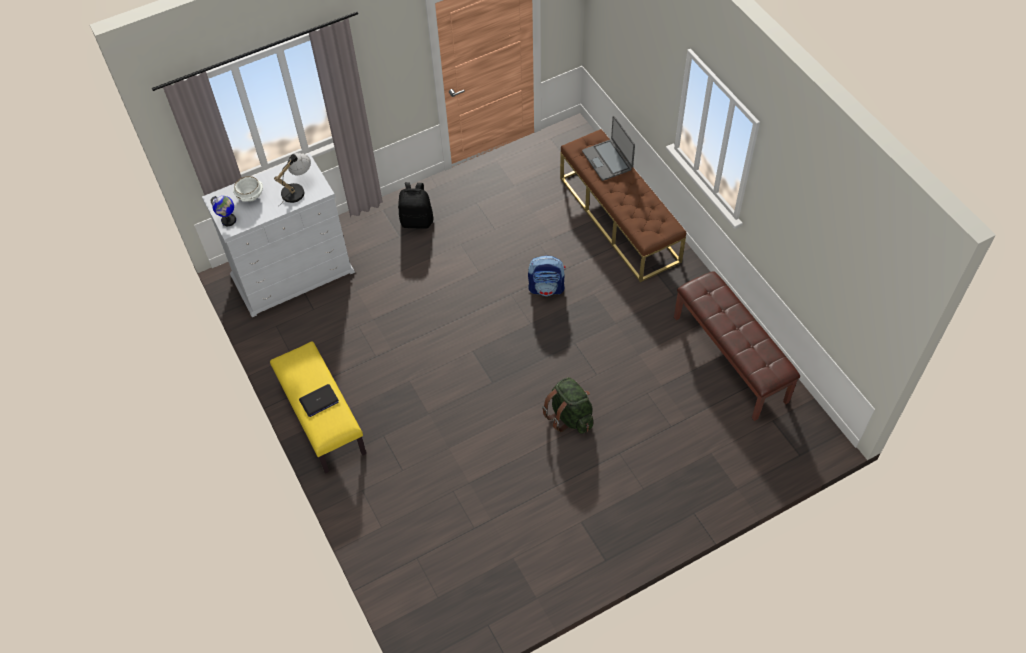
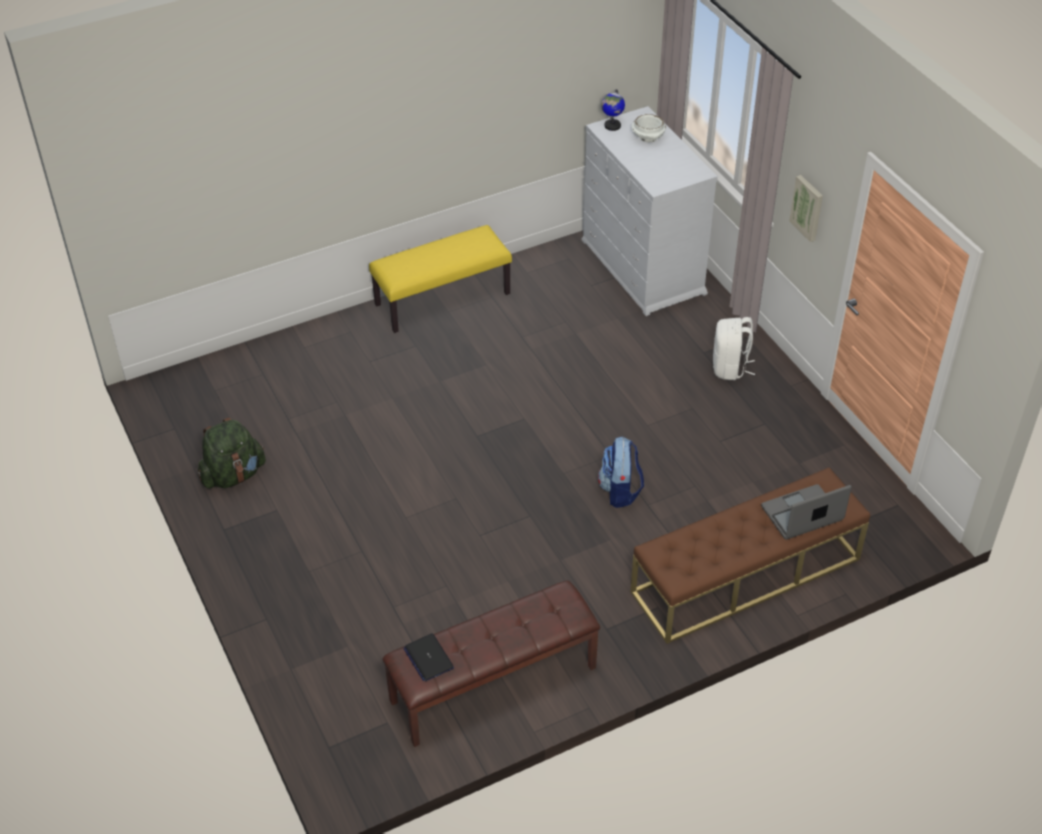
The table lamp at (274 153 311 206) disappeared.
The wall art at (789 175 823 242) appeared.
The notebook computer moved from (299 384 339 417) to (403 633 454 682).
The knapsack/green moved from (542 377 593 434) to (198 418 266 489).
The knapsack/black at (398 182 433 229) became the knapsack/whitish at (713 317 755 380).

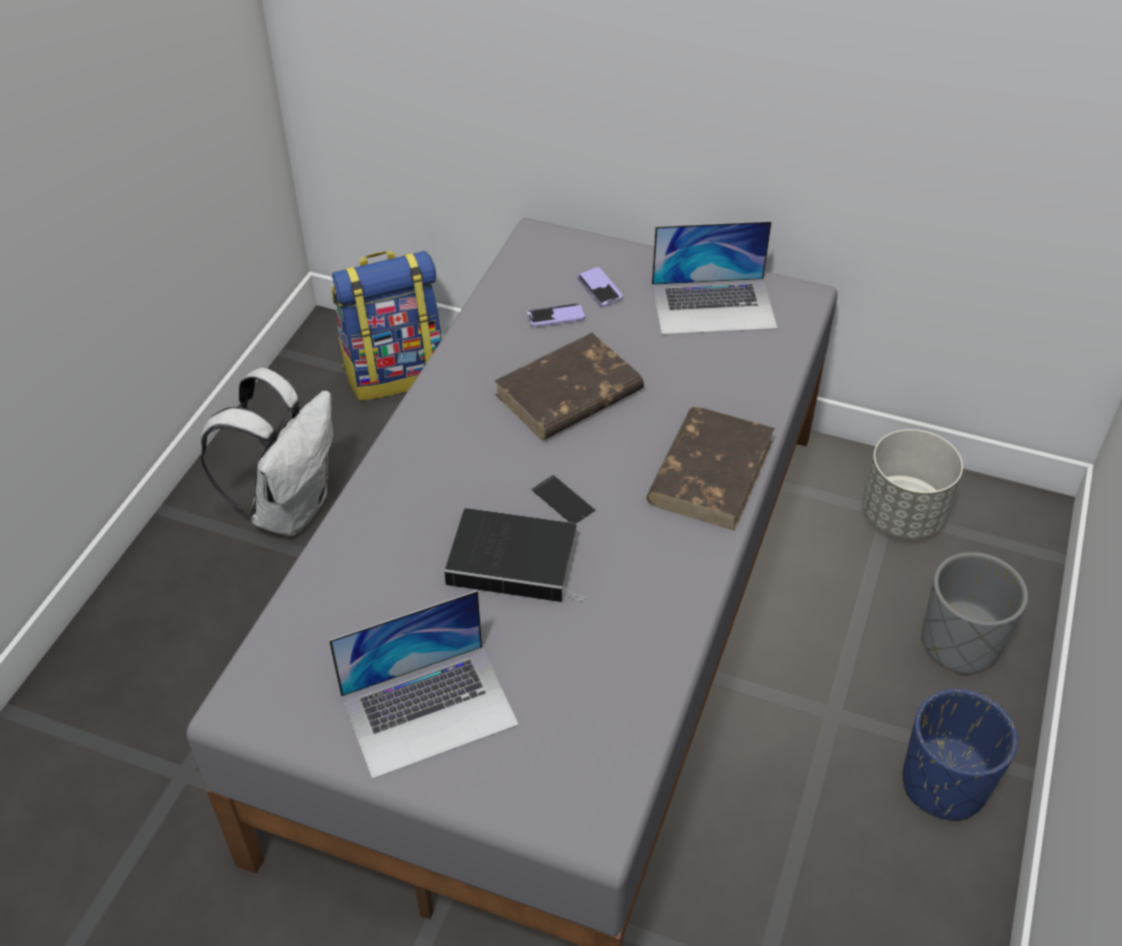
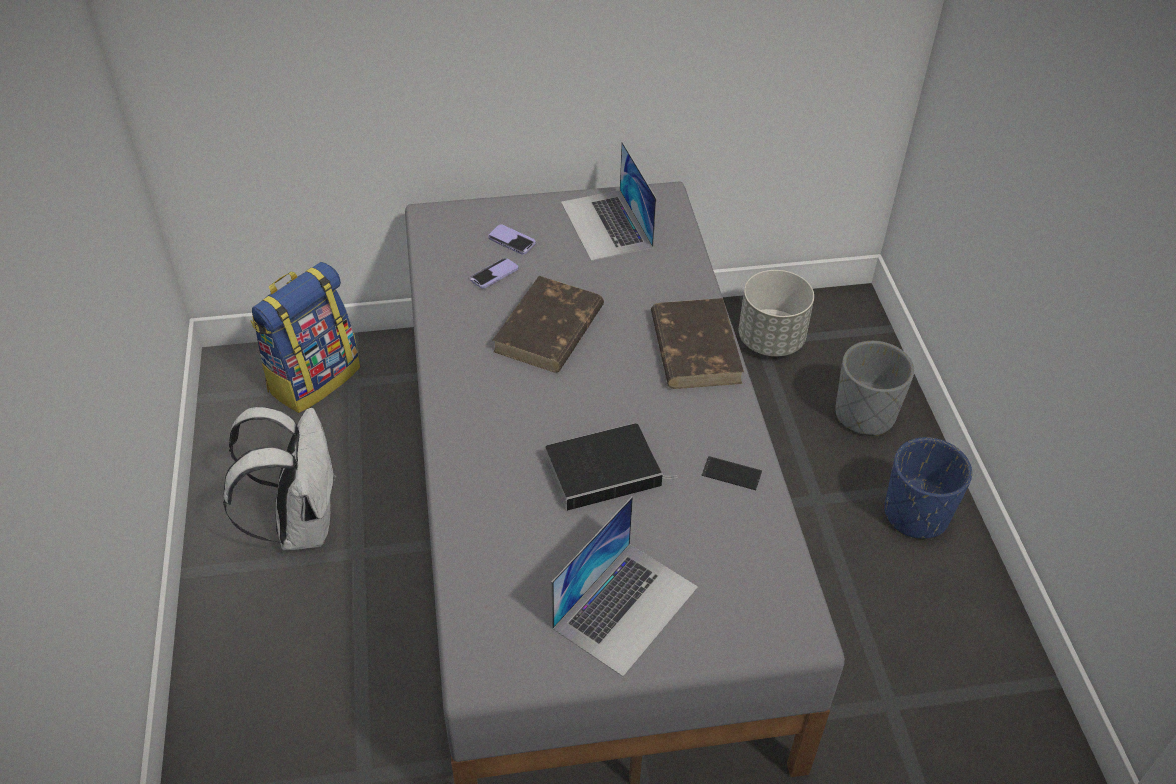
The telephone moved from (531 475 595 524) to (701 456 762 490).
The notebook computer at (652 221 777 335) turned 105 degrees clockwise.

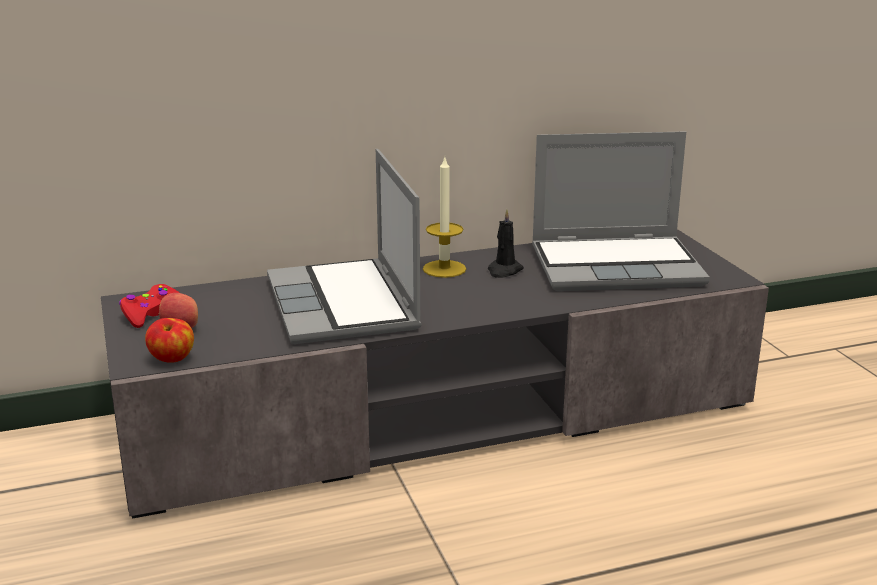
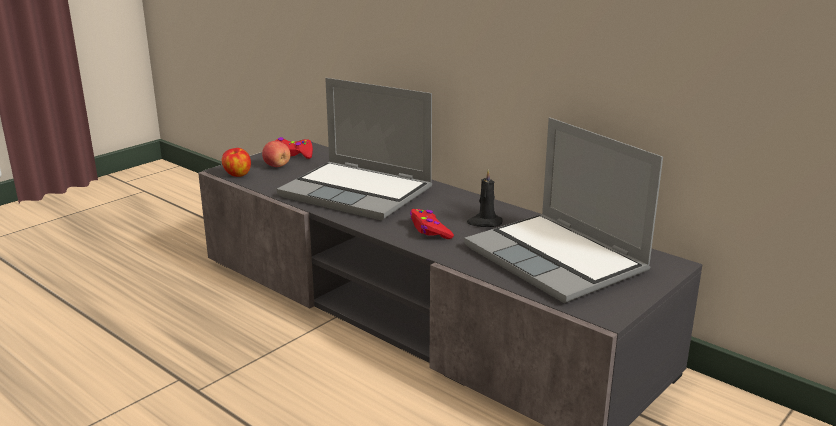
The wax light at (423 158 466 278) disappeared.
The gamepad/red-coloured at (410 209 454 239) appeared.
The notebook computer at (267 149 421 344) turned 105 degrees counterclockwise.

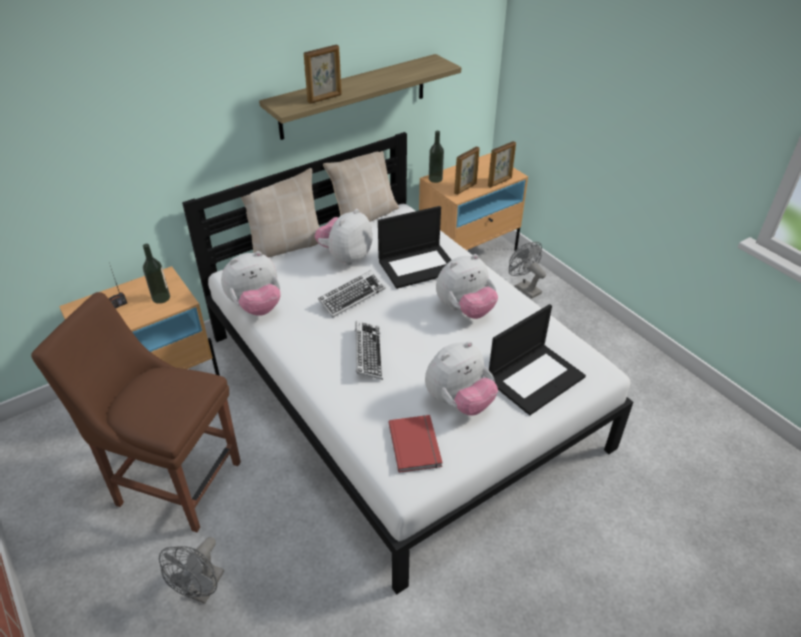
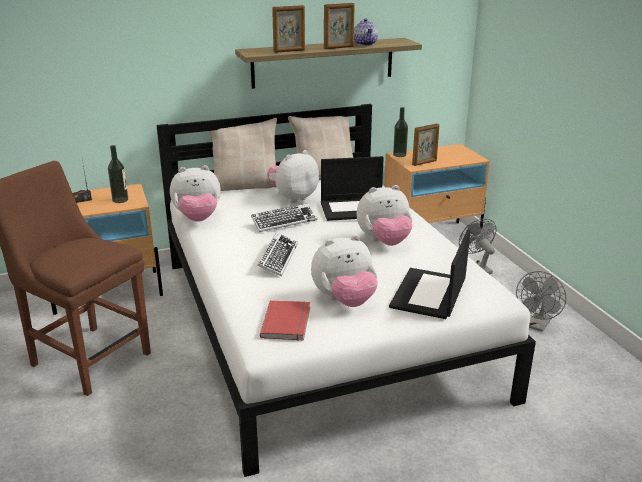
The pot for tea at (354 19 378 46) appeared.
The electric fan/gray moved from (159 537 224 604) to (516 271 566 332).
The photo frame moved from (488 141 516 188) to (324 3 355 49).
The notebook computer at (489 304 586 415) turned 135 degrees clockwise.

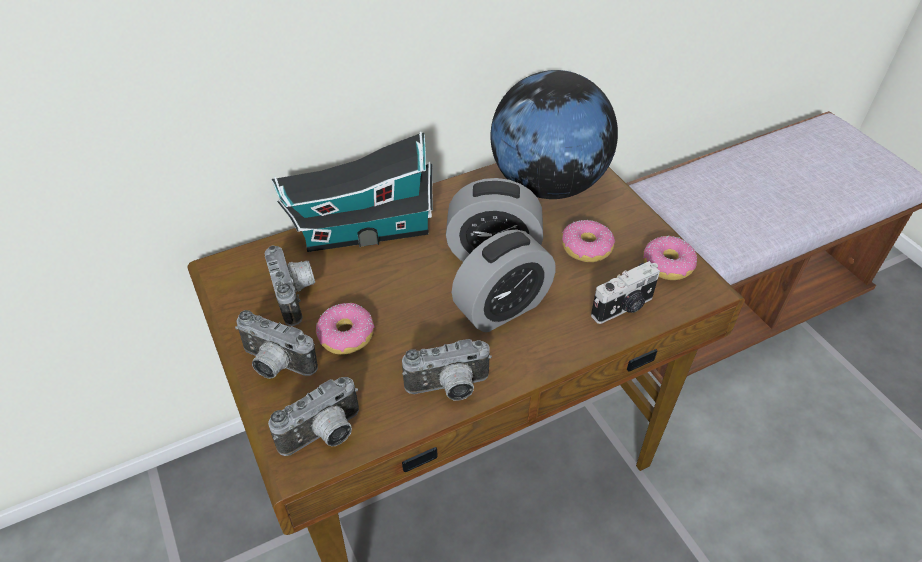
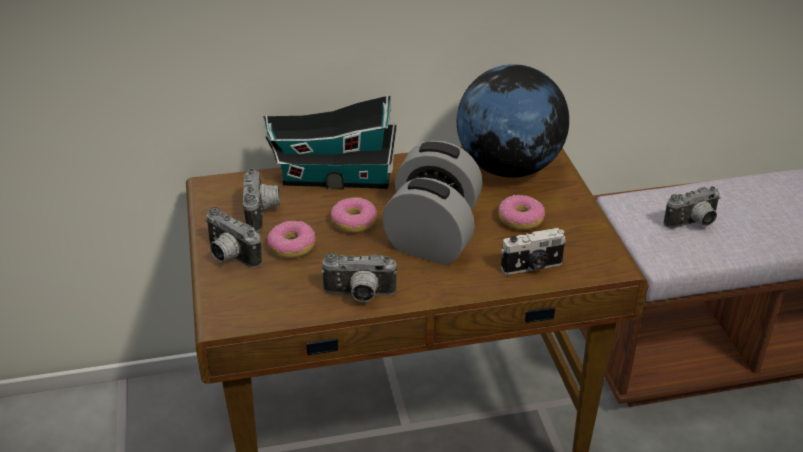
The photo camera moved from (268 377 359 456) to (663 186 721 229).
The ring doughnut moved from (643 236 697 280) to (331 197 377 233).
The bedside clock at (452 229 555 332) turned 135 degrees counterclockwise.

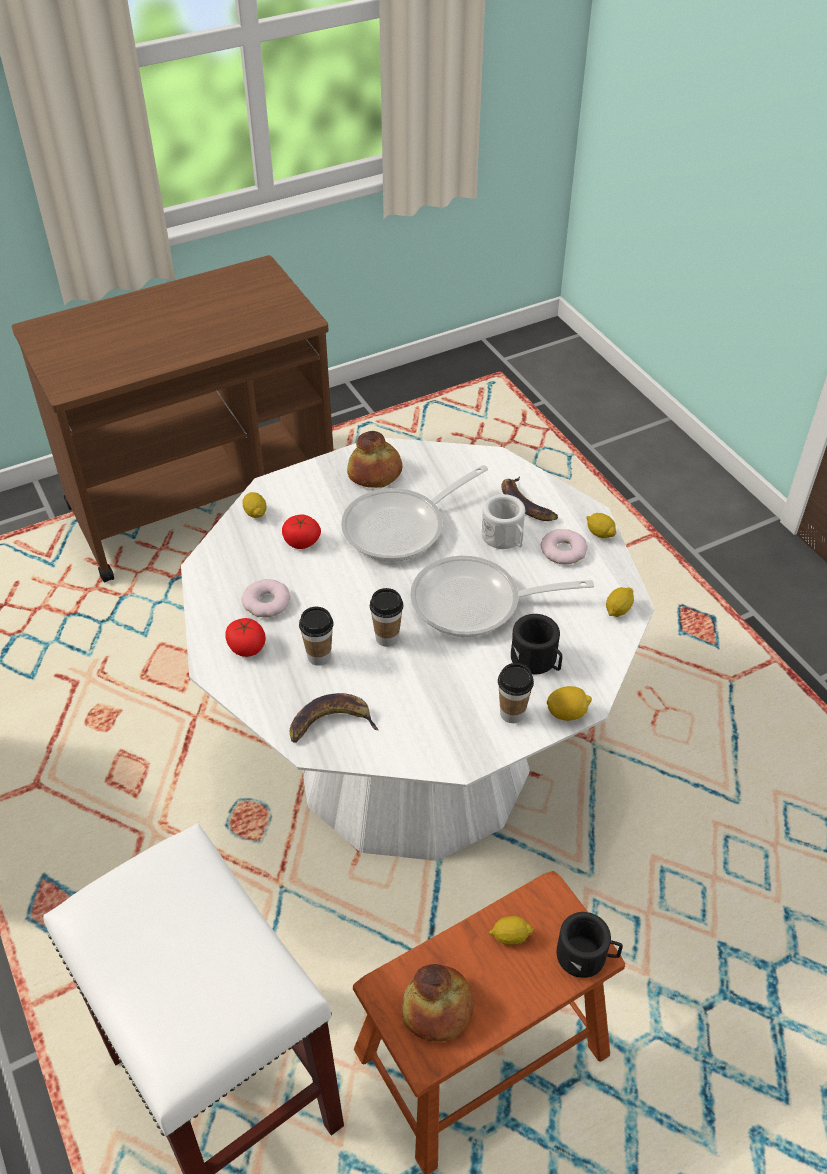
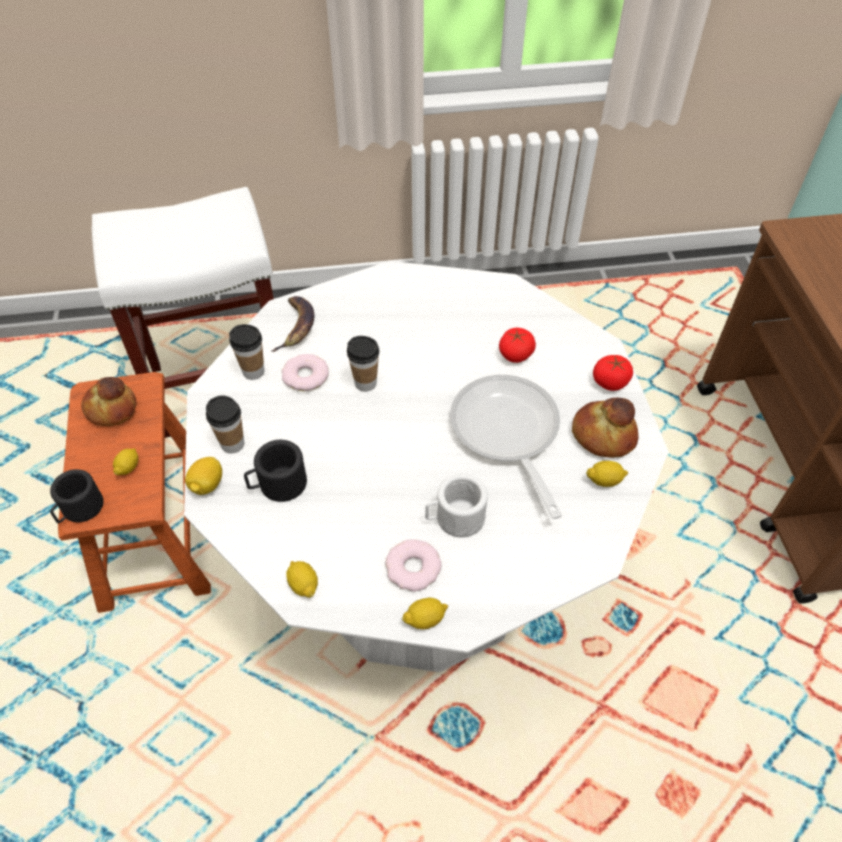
The skillet at (410 556 594 637) disappeared.
The banana at (501 476 558 521) disappeared.
The fresh tomato moved from (225 618 266 657) to (593 355 633 391).
The ring doughnut moved from (241 579 290 617) to (282 354 329 391).
The whole lemon moved from (242 492 266 518) to (586 461 628 487).
The small cup moved from (299 607 333 666) to (229 324 265 380).

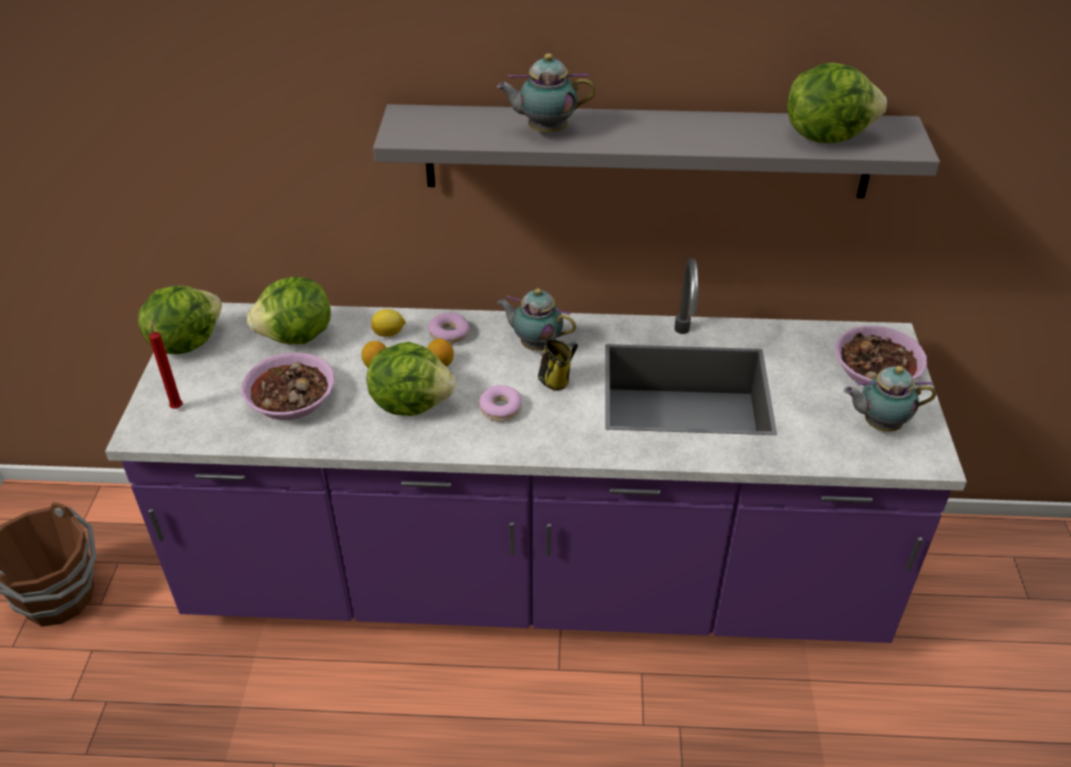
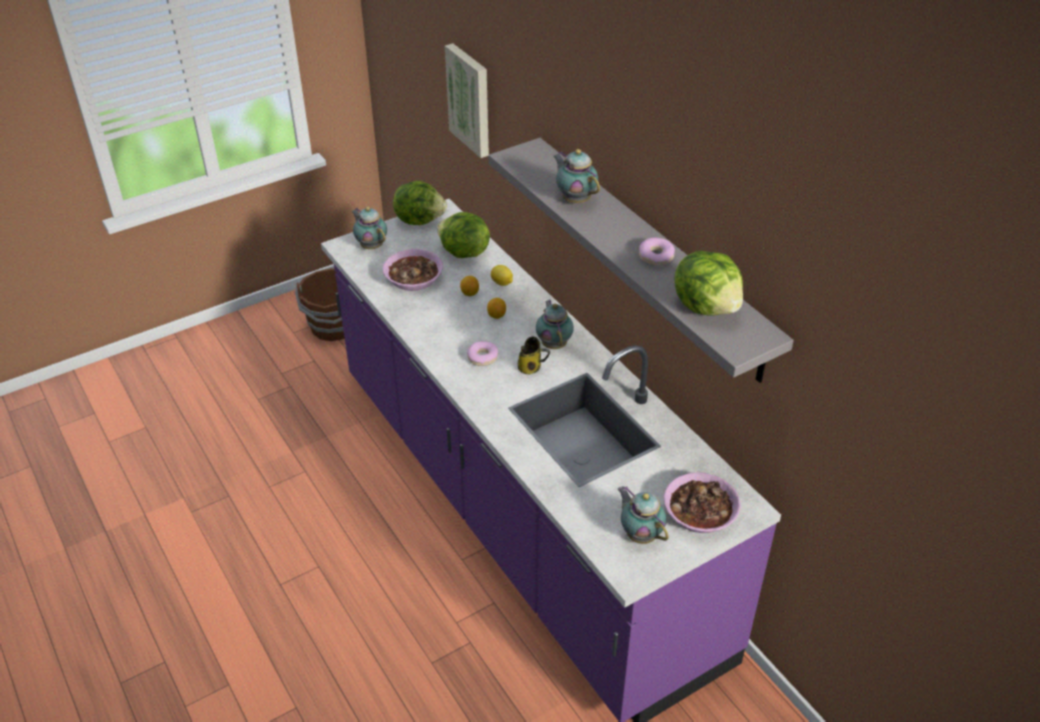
The lettuce head at (367 342 456 416) disappeared.
The wall art at (445 43 489 158) appeared.
The ring doughnut moved from (428 313 470 344) to (639 237 675 266).
The wax light/red-coloured at (149 319 183 409) was replaced by the pot for tea at (352 207 387 249).

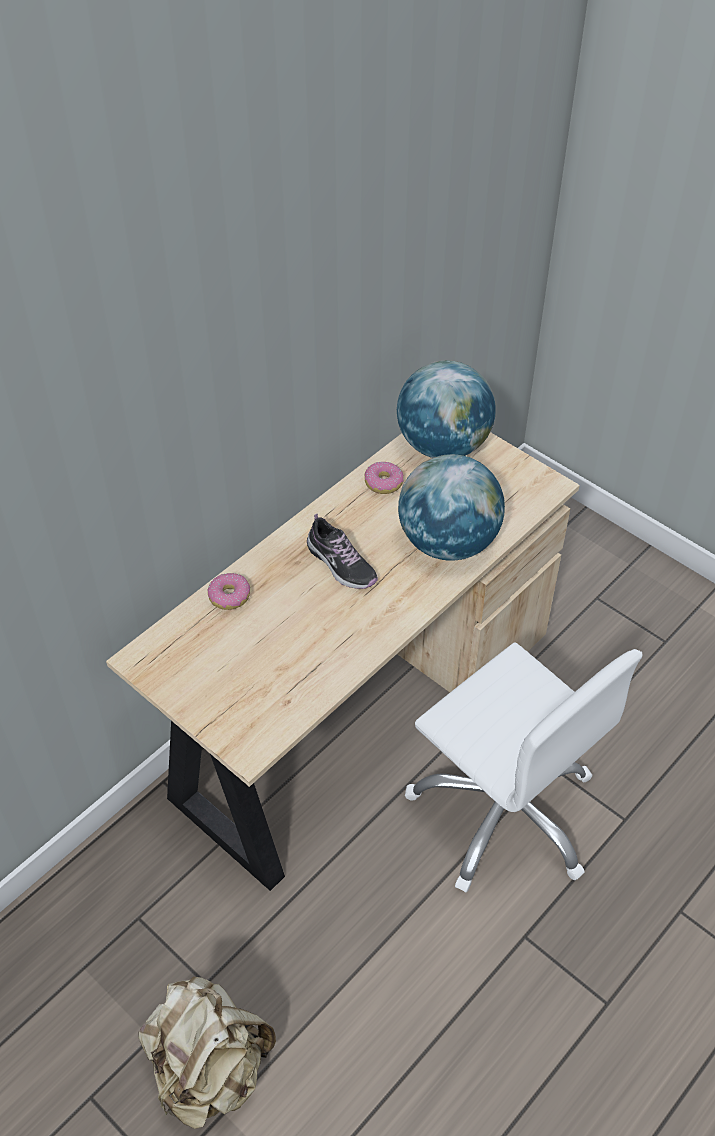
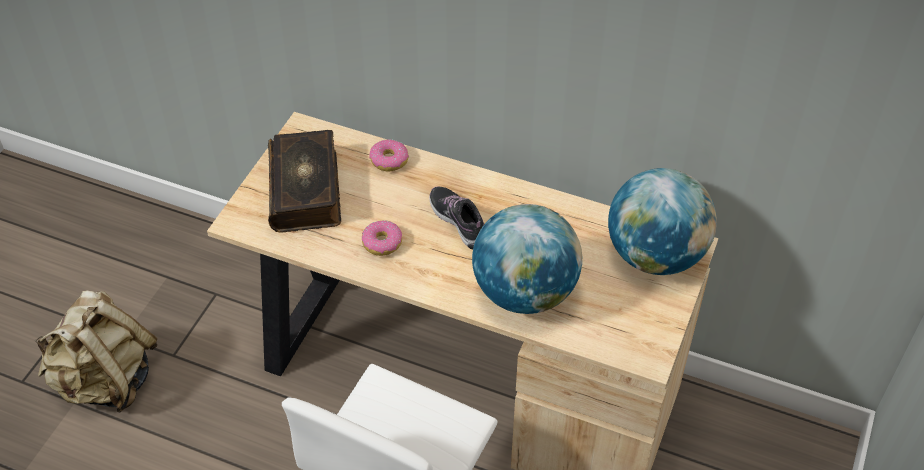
The bound book at (268 130 341 233) appeared.
The ring doughnut moved from (365 462 404 494) to (362 221 402 256).
The item of footwear at (307 514 378 589) turned 120 degrees clockwise.

